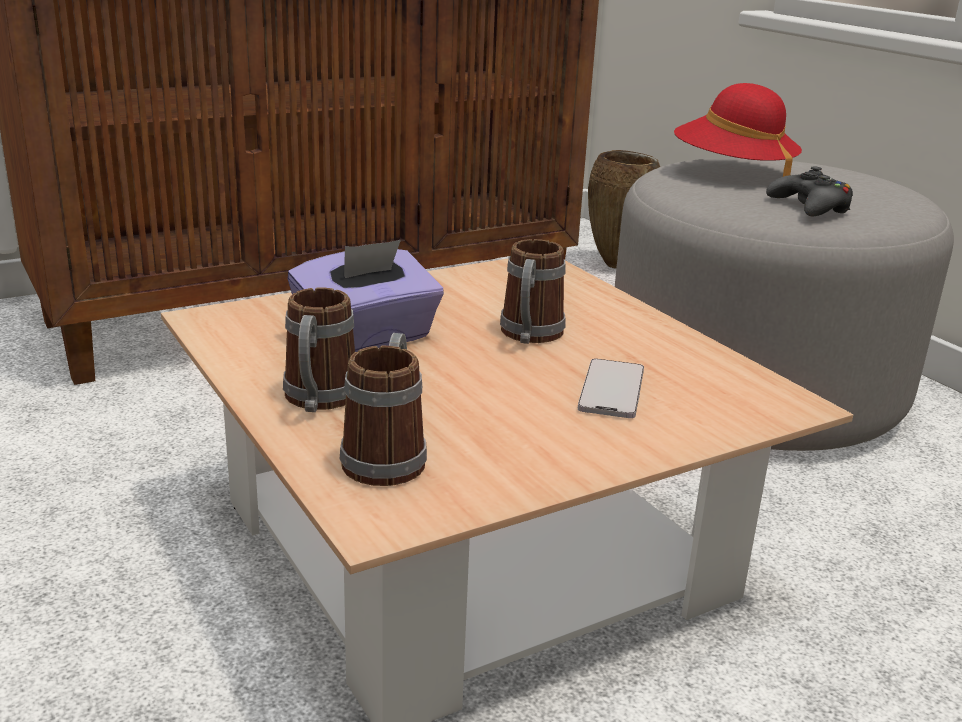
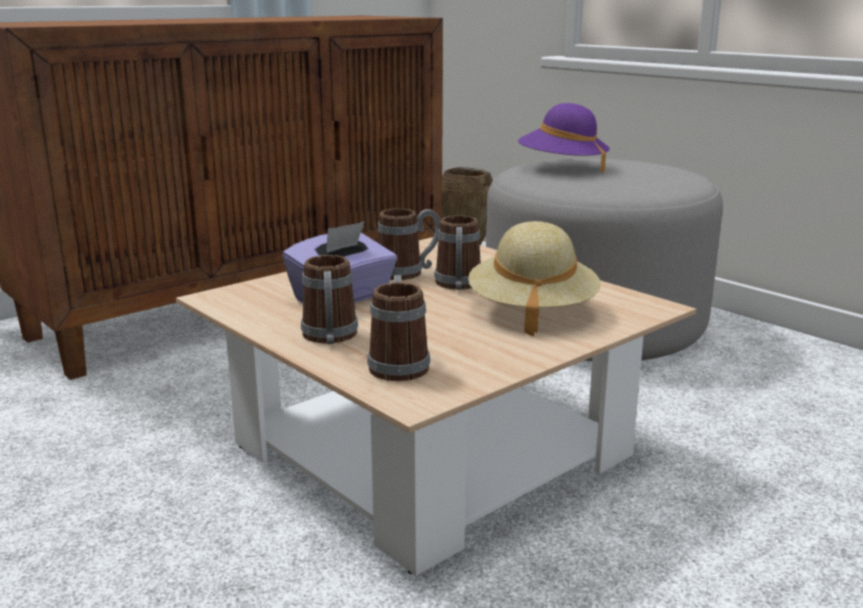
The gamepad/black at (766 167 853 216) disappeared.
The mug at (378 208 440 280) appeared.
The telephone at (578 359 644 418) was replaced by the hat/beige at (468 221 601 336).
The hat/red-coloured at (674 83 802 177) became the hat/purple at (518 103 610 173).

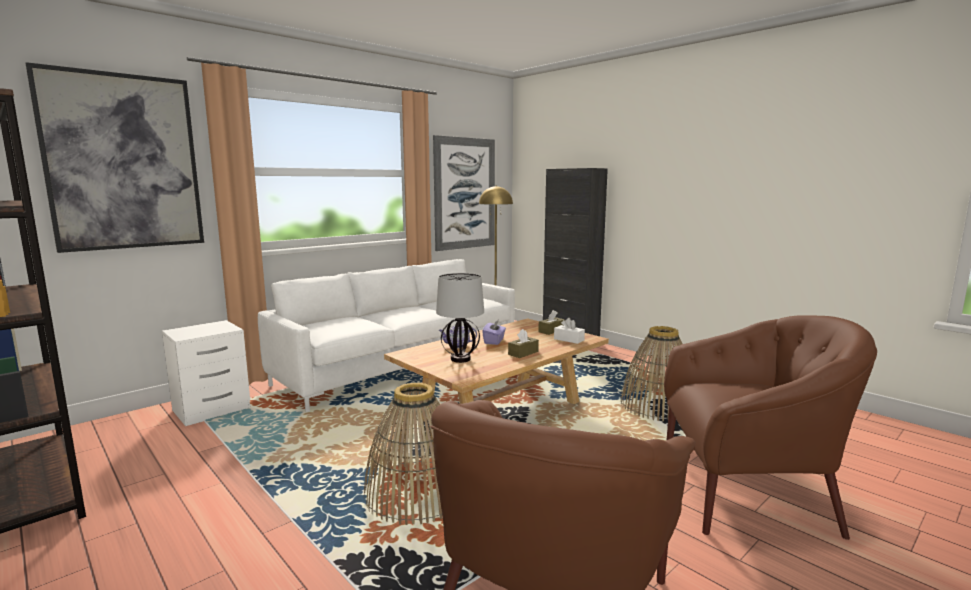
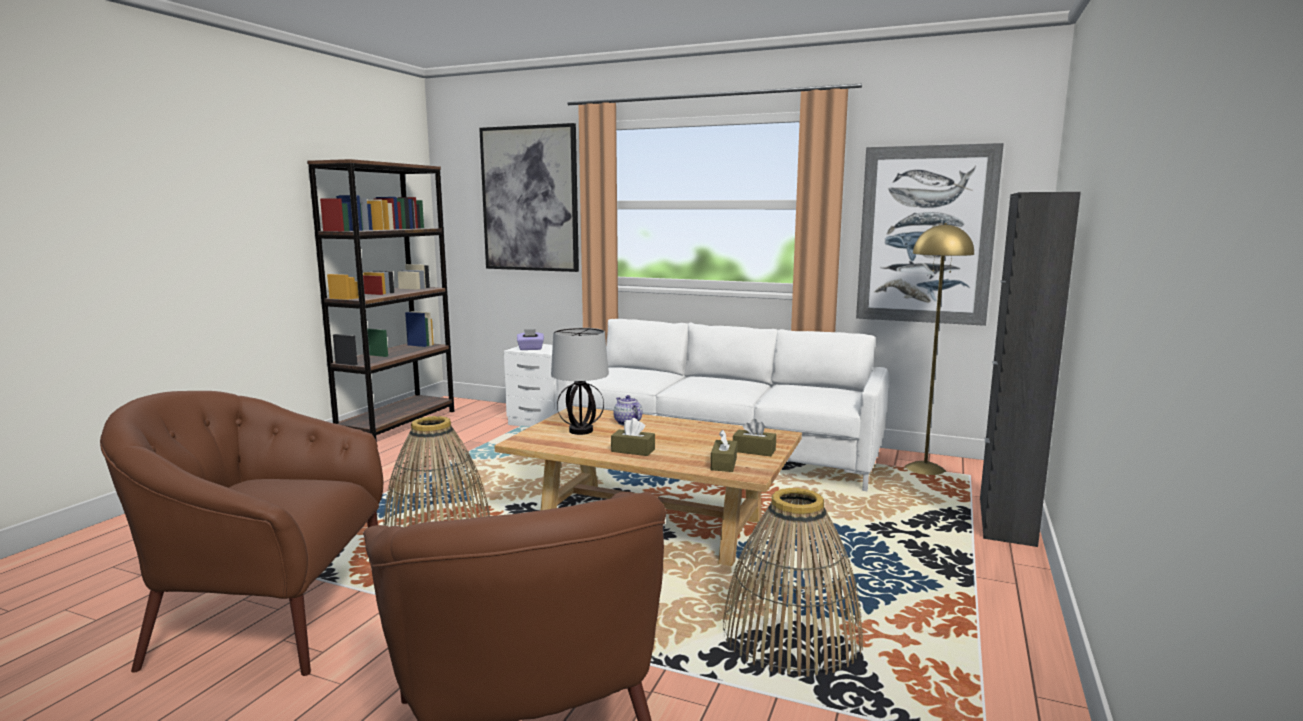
The tissue holder/purple moved from (482 320 506 345) to (517 329 544 350).
The tissue holder/whitish at (554 318 585 344) became the tissue holder/brown-coloured at (711 430 737 472).

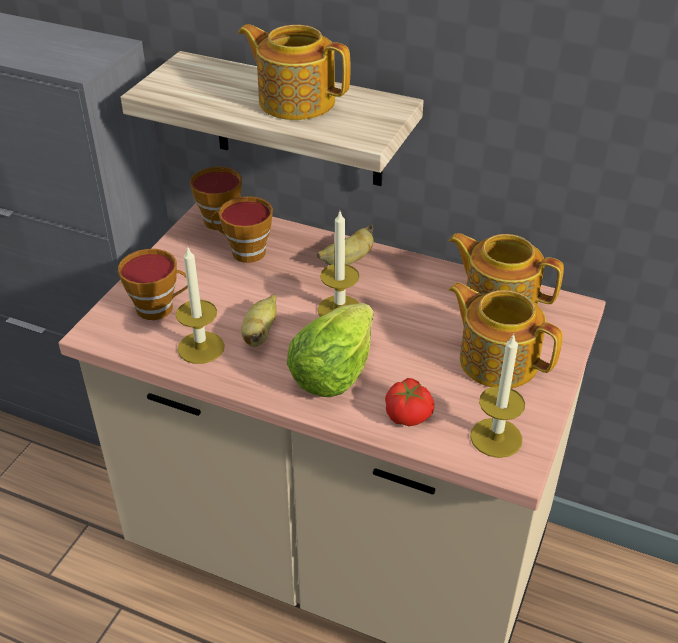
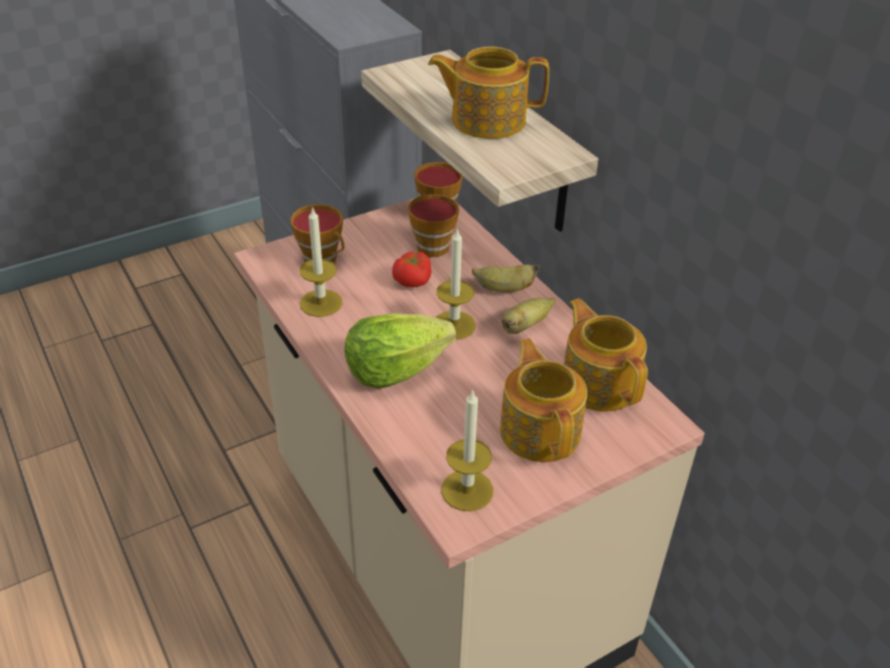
The banana moved from (241 295 277 347) to (502 298 556 334).
The fresh tomato moved from (385 378 434 426) to (392 252 432 287).
The pot for tea at (238 24 350 120) turned 60 degrees counterclockwise.

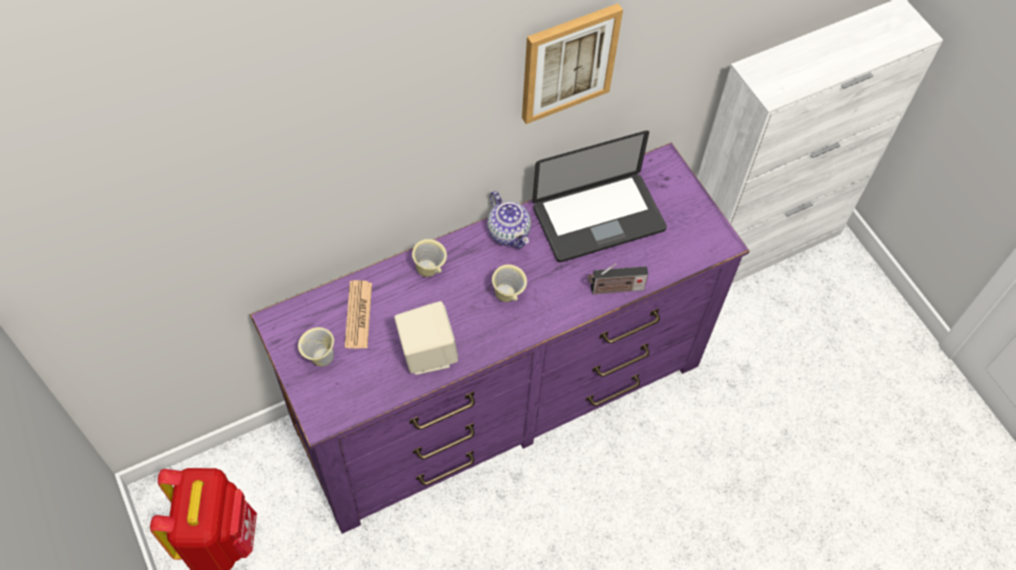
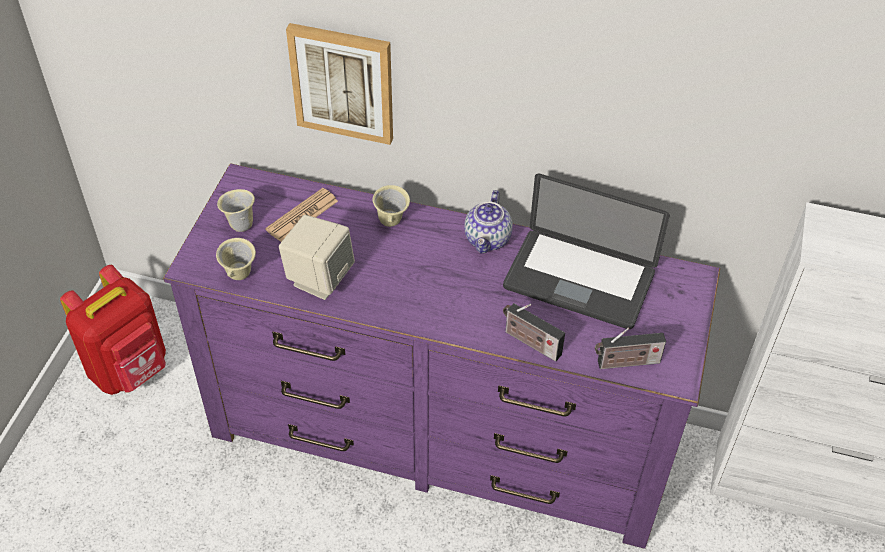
The radio receiver at (595 328 666 369) appeared.
The mug/beige moved from (492 264 527 302) to (216 238 256 280).
The wall art moved from (522 3 623 124) to (286 23 393 145).

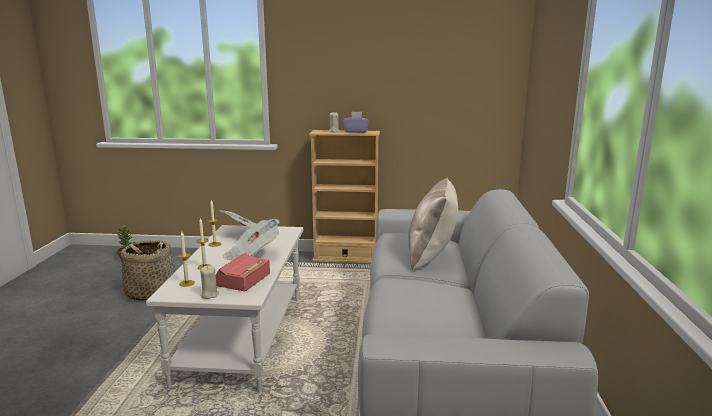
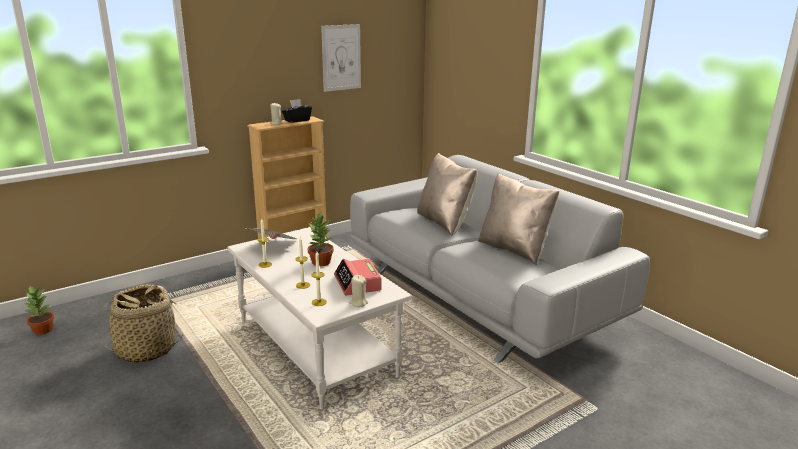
The wall art at (321 24 361 92) appeared.
The pillow/beige at (478 173 559 265) appeared.
The printed paper at (223 219 280 260) was replaced by the plant in a pot at (308 212 334 266).
The tissue holder/purple at (343 111 369 133) became the tissue holder/black at (282 99 312 123).

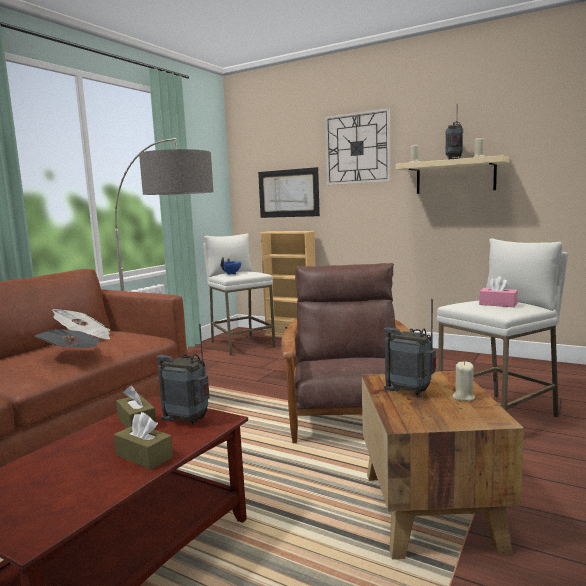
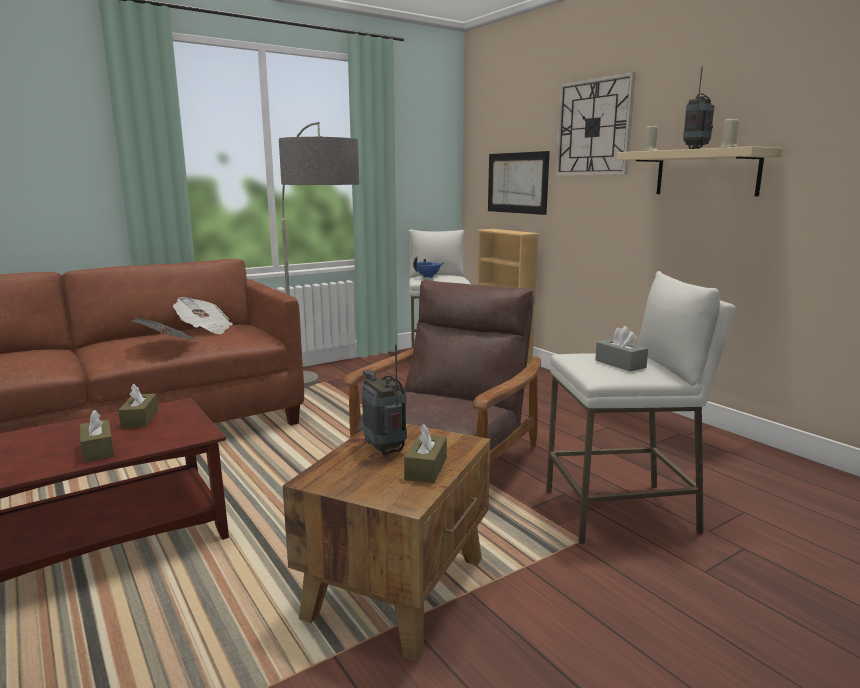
The radio receiver at (156 324 210 424) disappeared.
The wax light/beige at (452 361 475 401) was replaced by the tissue holder/brown-coloured at (404 424 447 483).
The tissue holder/pink at (479 276 518 307) became the tissue holder/gray at (595 326 648 372).

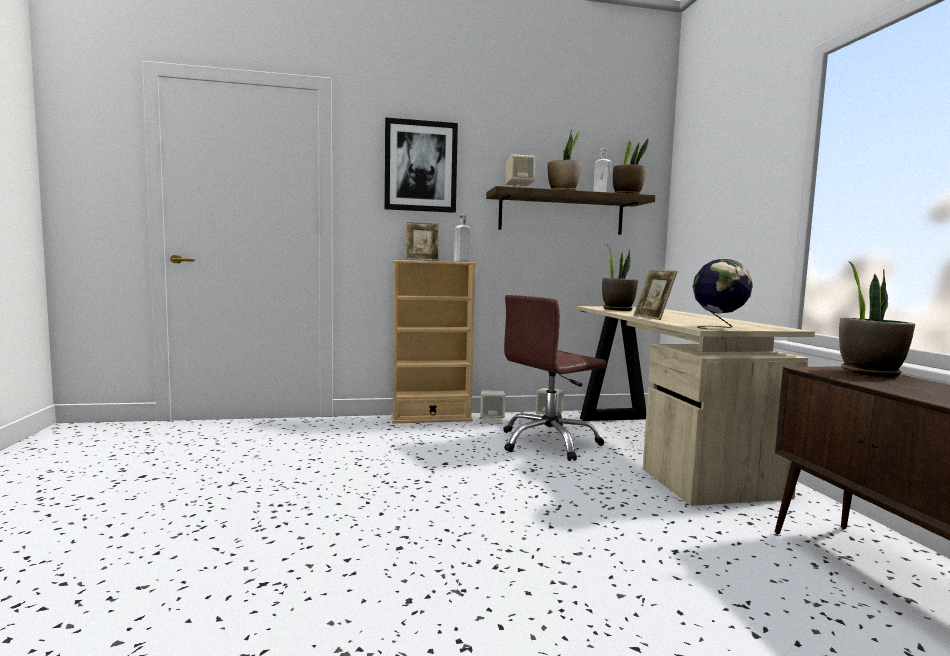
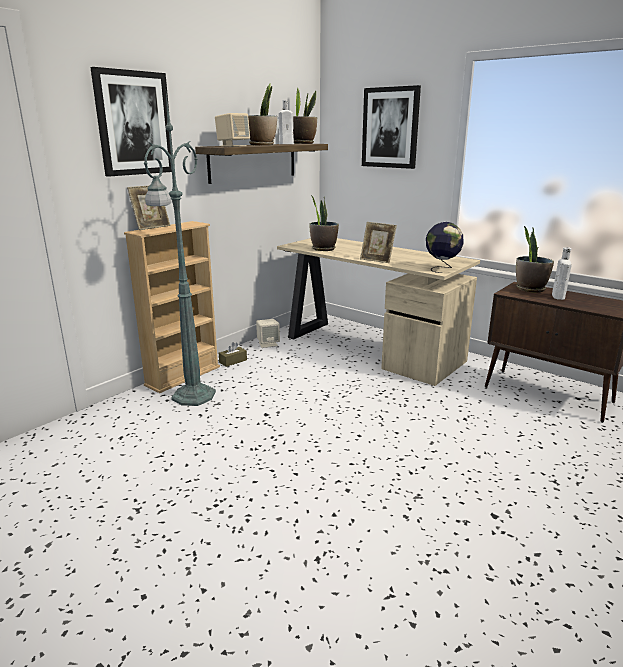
The computer chair/brown-coloured at (503 295 606 461) disappeared.
The standing lamp/green at (144 94 216 406) appeared.
The wall art at (362 85 421 169) appeared.
The drink bottle/whitish moved from (454 214 470 262) to (552 247 571 300).
The loudspeaker/beige at (480 390 505 424) was replaced by the tissue holder/brown-coloured at (219 342 247 367).

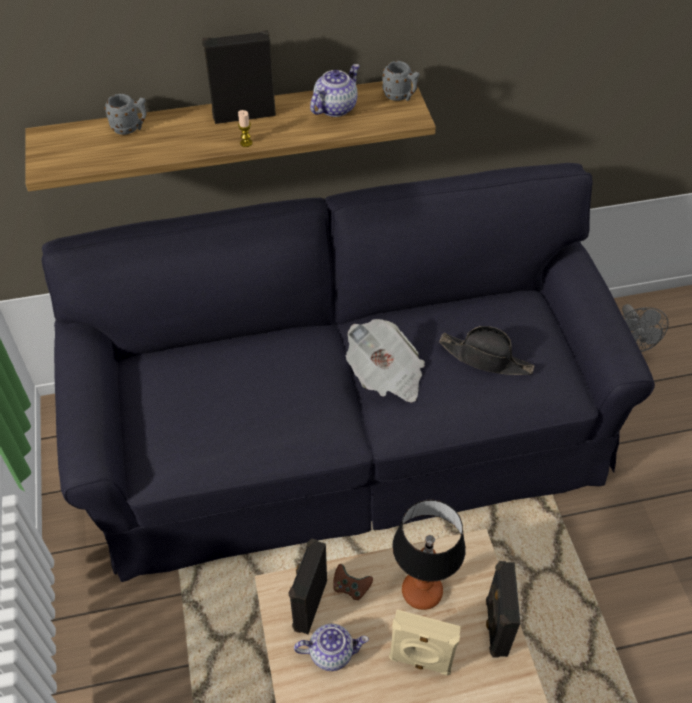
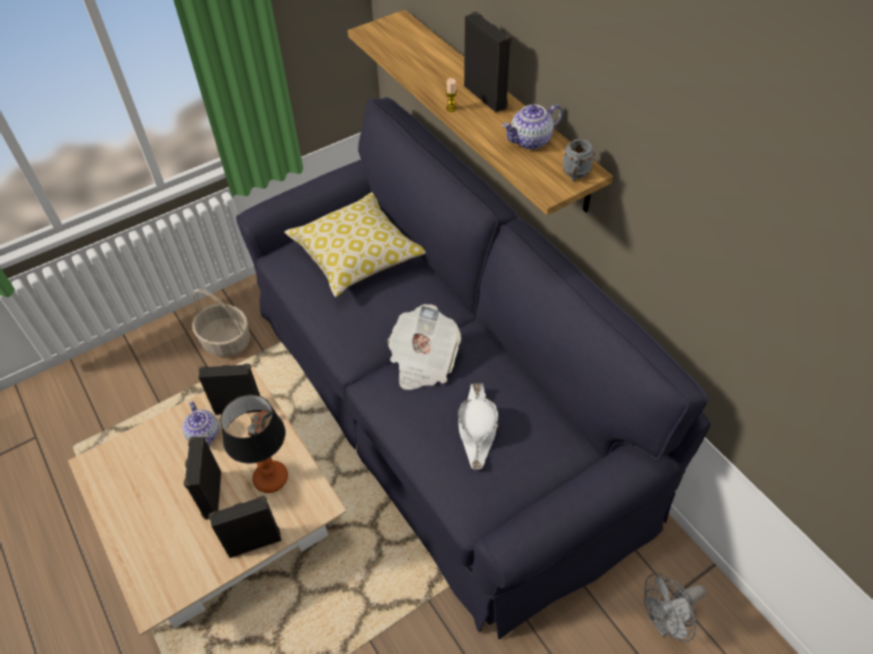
The mug/gray at (105 94 147 135) disappeared.
The storage basket at (192 289 250 357) appeared.
The pillow at (284 192 426 297) appeared.
The loudspeaker/beige at (389 610 461 676) became the loudspeaker/black at (184 436 221 520).
The hat/black at (439 326 535 375) became the hat/whitish at (458 383 498 469).
The pot for tea at (310 64 360 117) turned 135 degrees clockwise.

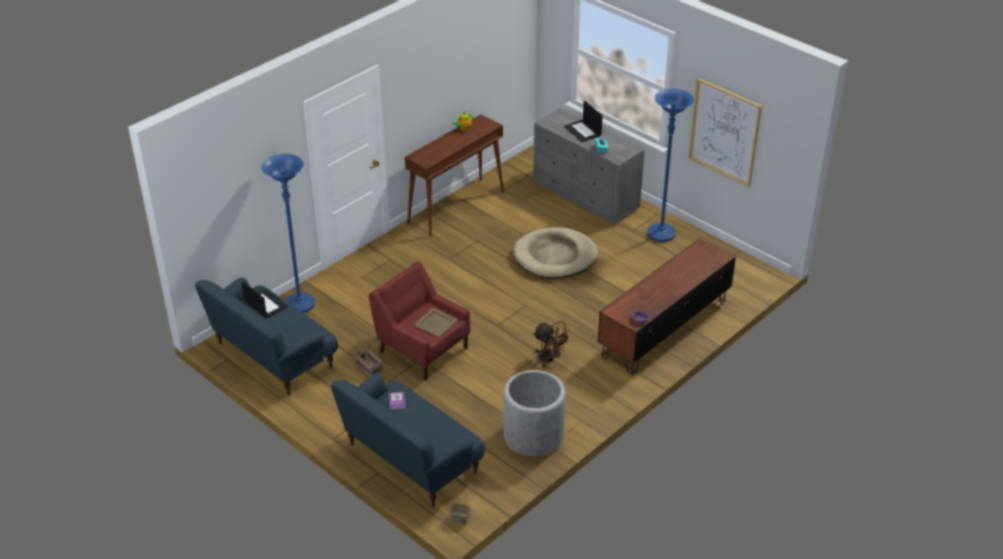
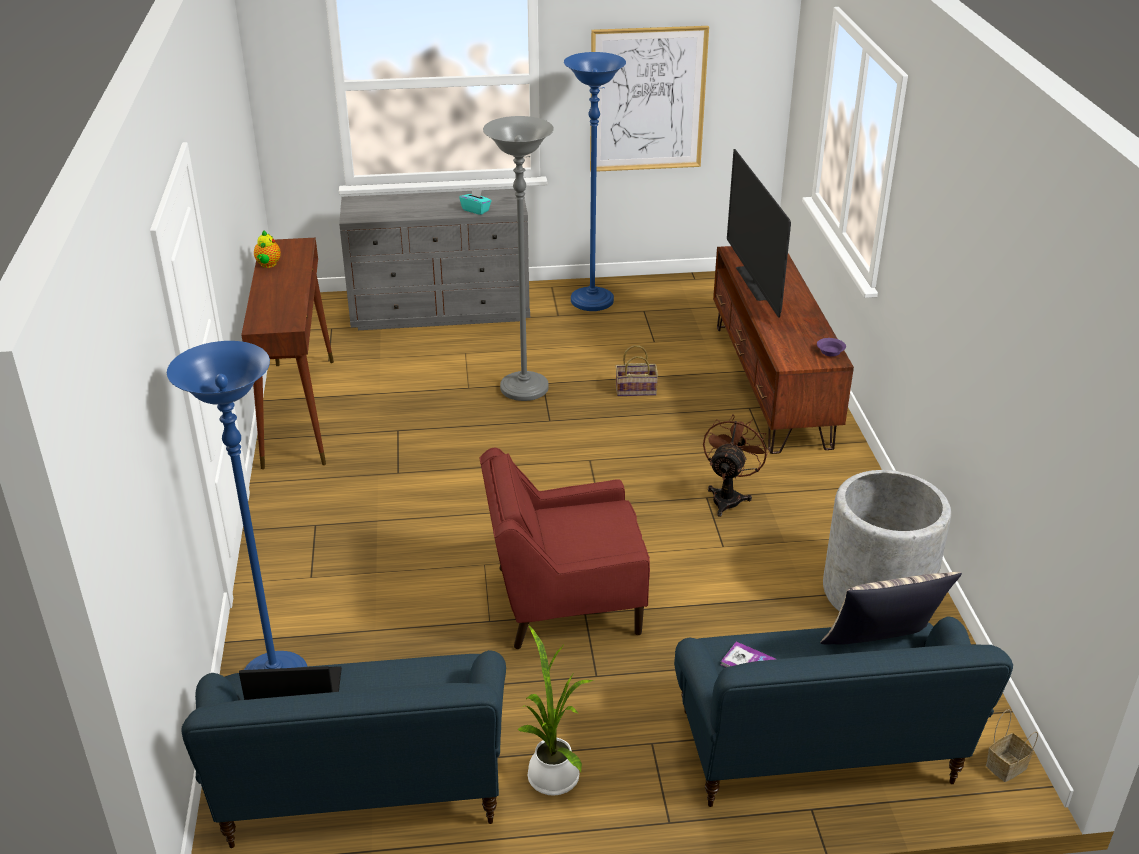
The serving tray/beige at (414 308 458 338) disappeared.
The notebook computer at (564 101 603 142) disappeared.
The plant in a pot at (518 624 594 796) appeared.
The TV set at (727 149 791 318) appeared.
The pillow at (820 572 962 645) appeared.
The storage basket moved from (355 342 383 376) to (615 345 658 396).
The dog cushion/beige at (514 227 598 279) was replaced by the standing lamp/gray at (483 116 554 401).
The electric fan/brown-coloured at (533 321 571 367) turned 60 degrees counterclockwise.

